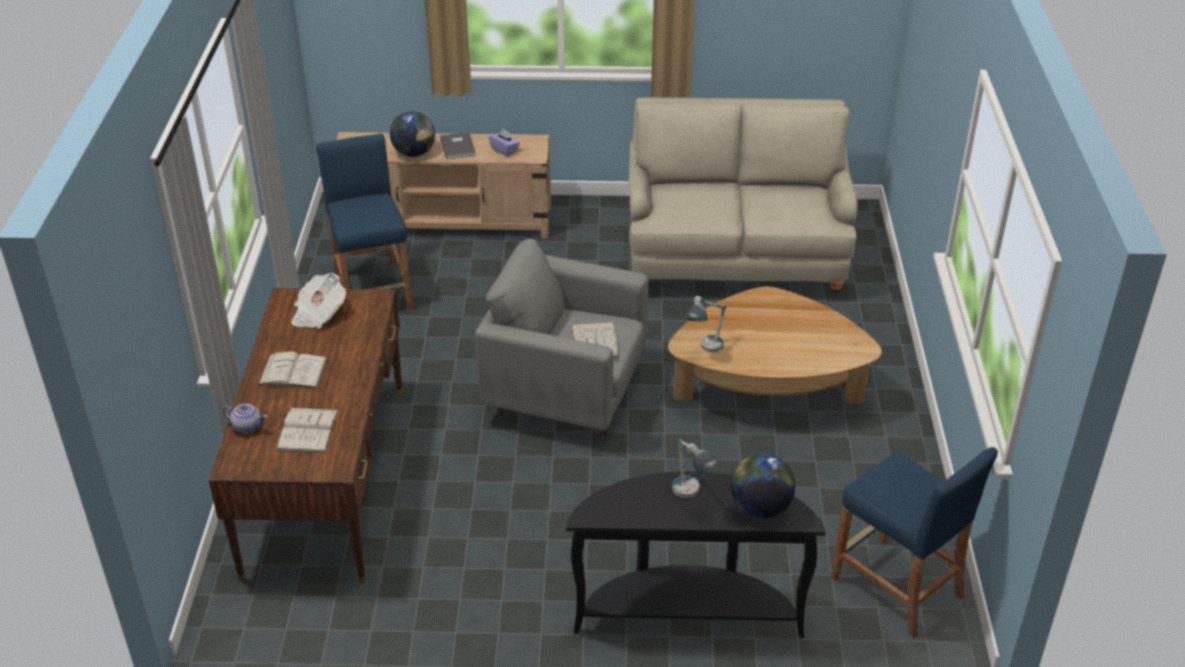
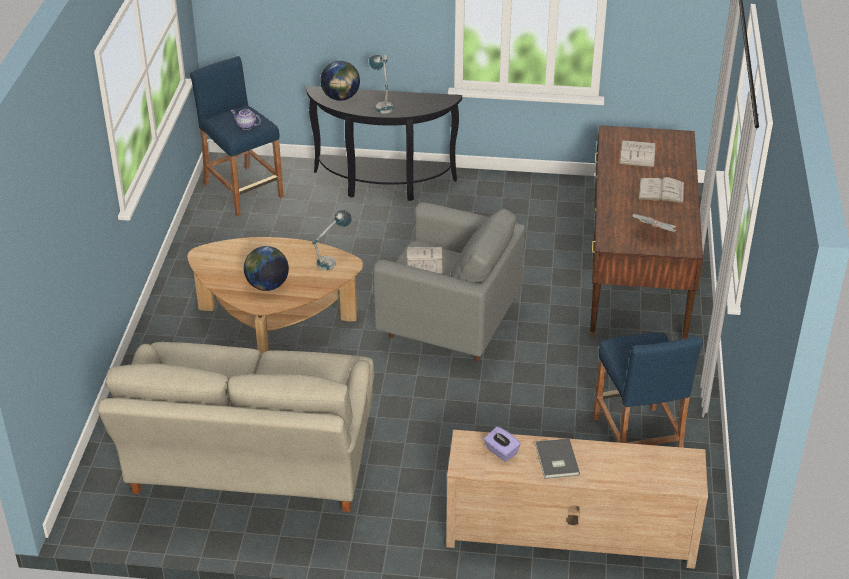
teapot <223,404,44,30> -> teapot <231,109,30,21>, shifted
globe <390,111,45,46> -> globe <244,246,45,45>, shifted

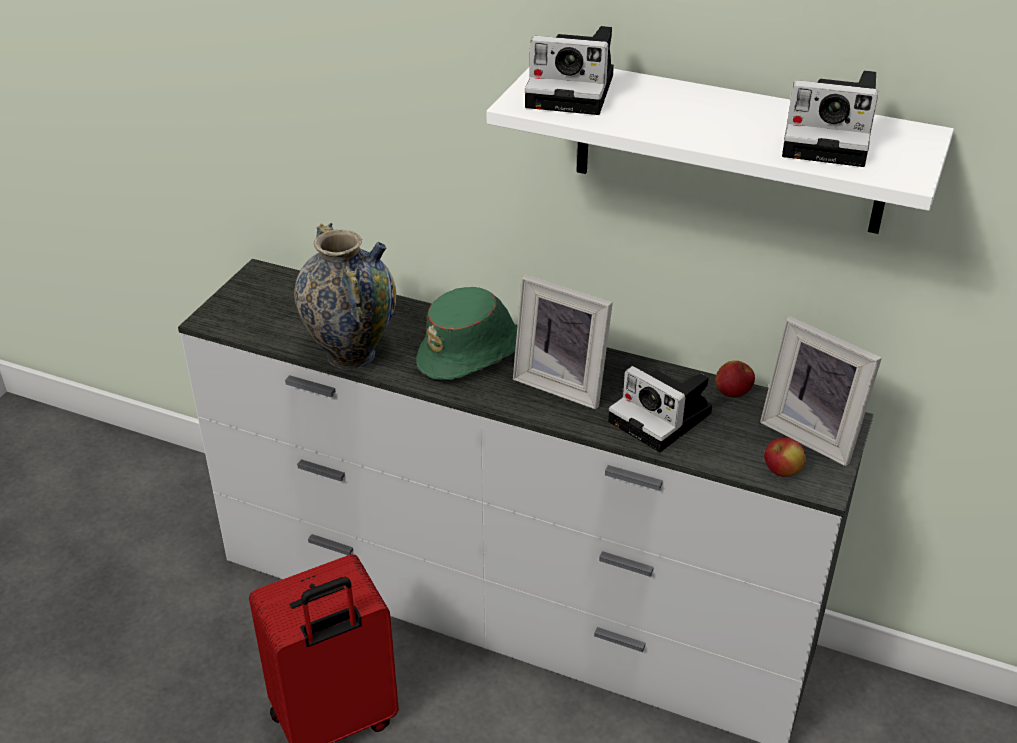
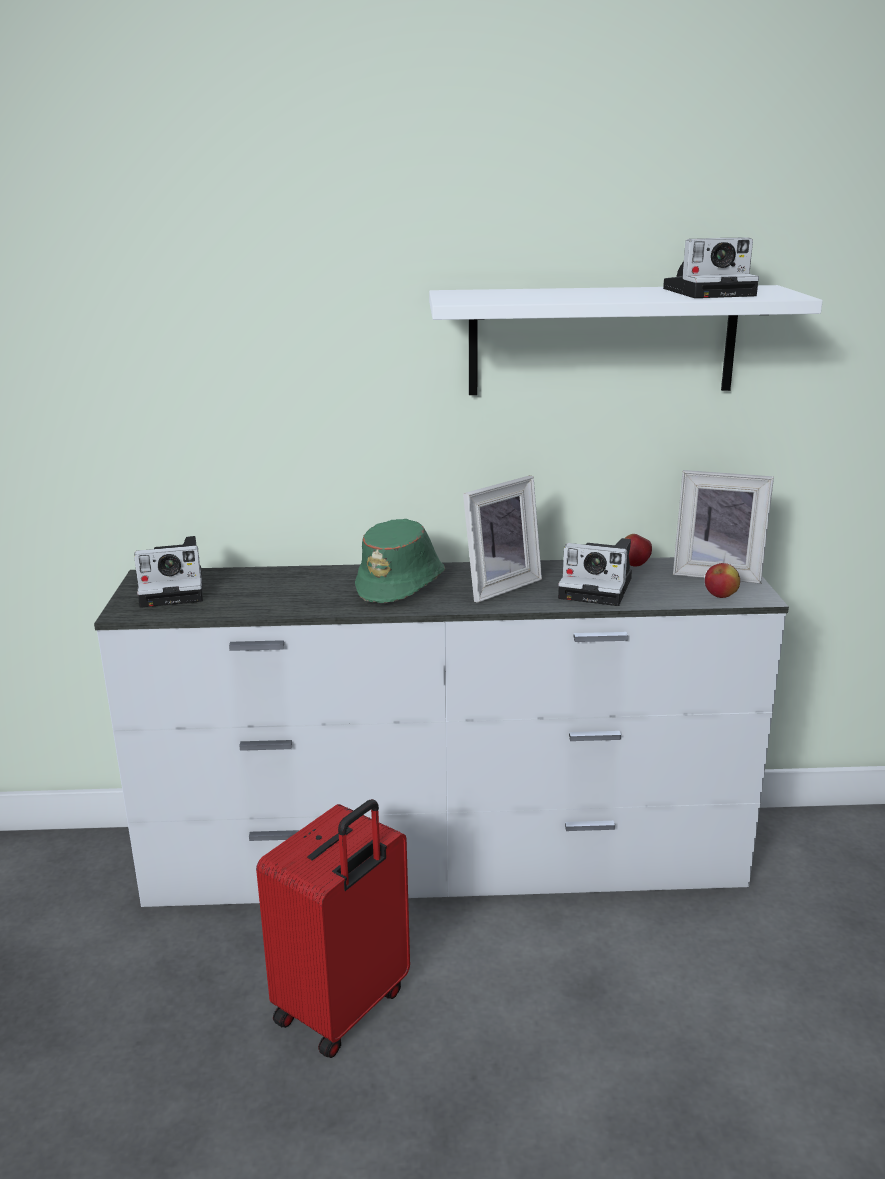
vase <294,223,102,147> -> none
picture frame <513,274,100,136> -> picture frame <463,476,79,127>, 45 degrees counterclockwise
photo camera <525,26,89,89> -> photo camera <134,536,69,72>, shifted

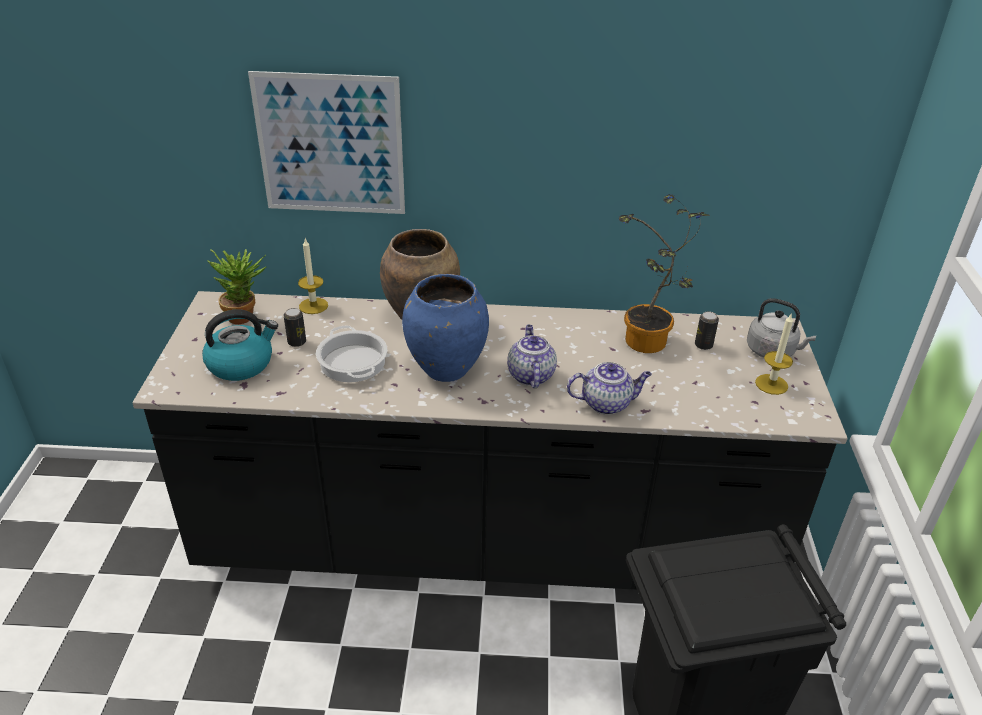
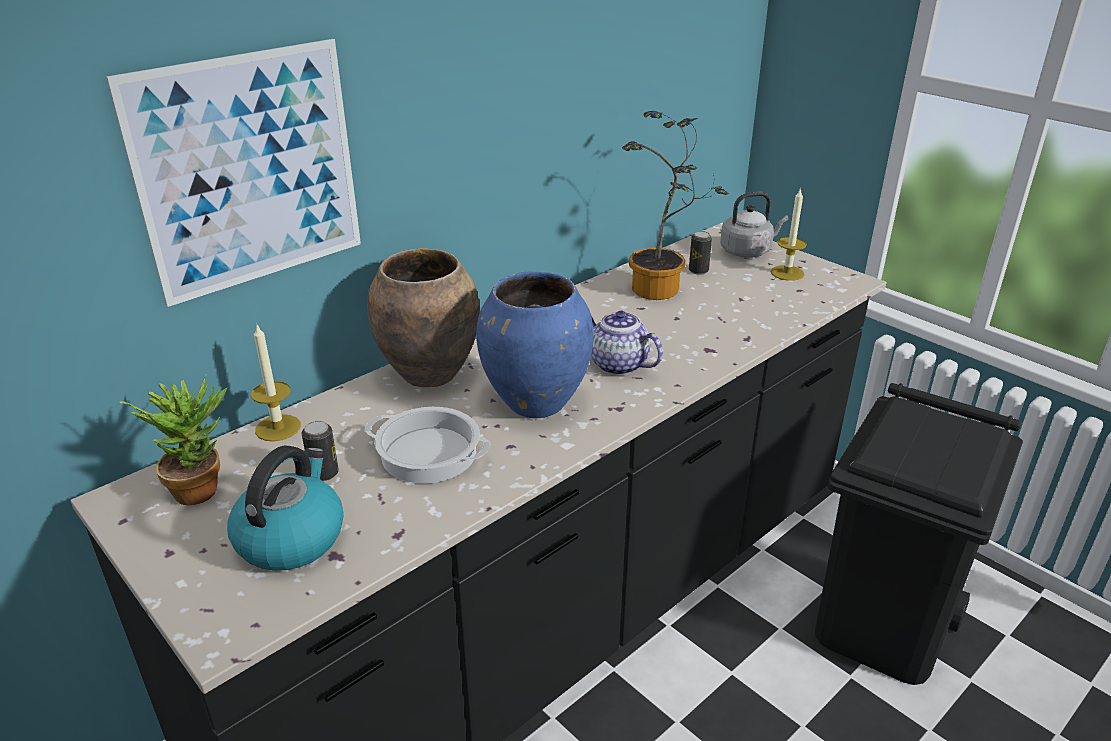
teapot <567,362,85,53> -> none

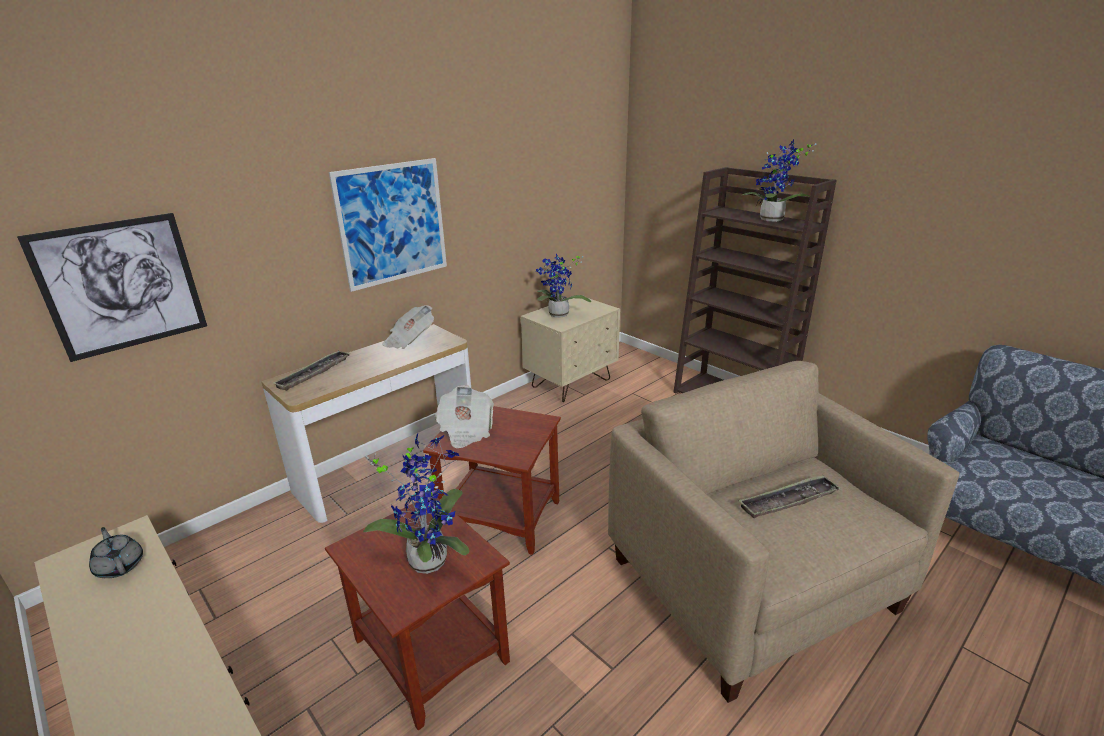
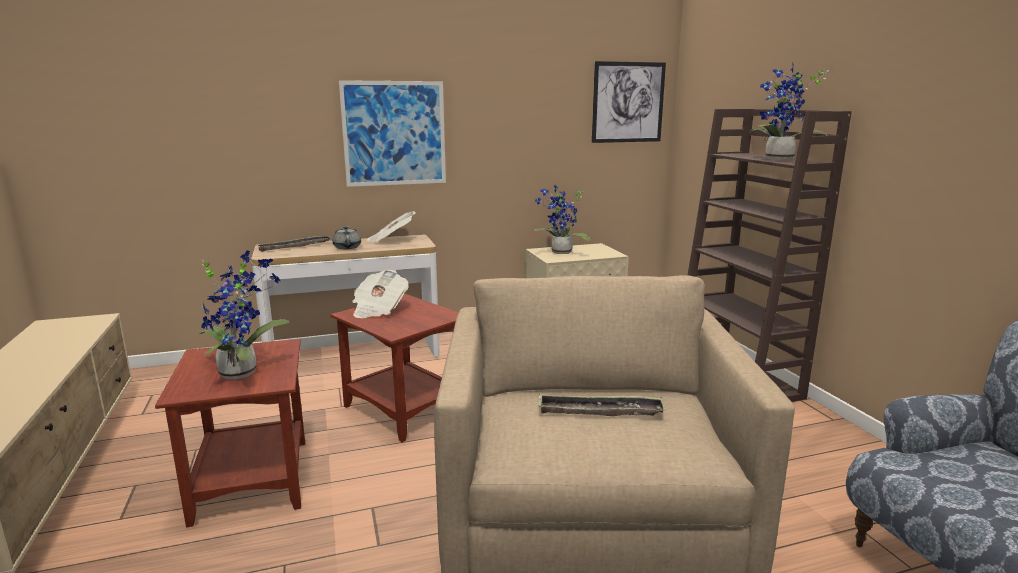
picture <17,213,190,149> -> picture <592,61,74,82>, shifted
grey teapot <89,527,54,51> -> grey teapot <333,226,28,23>, shifted

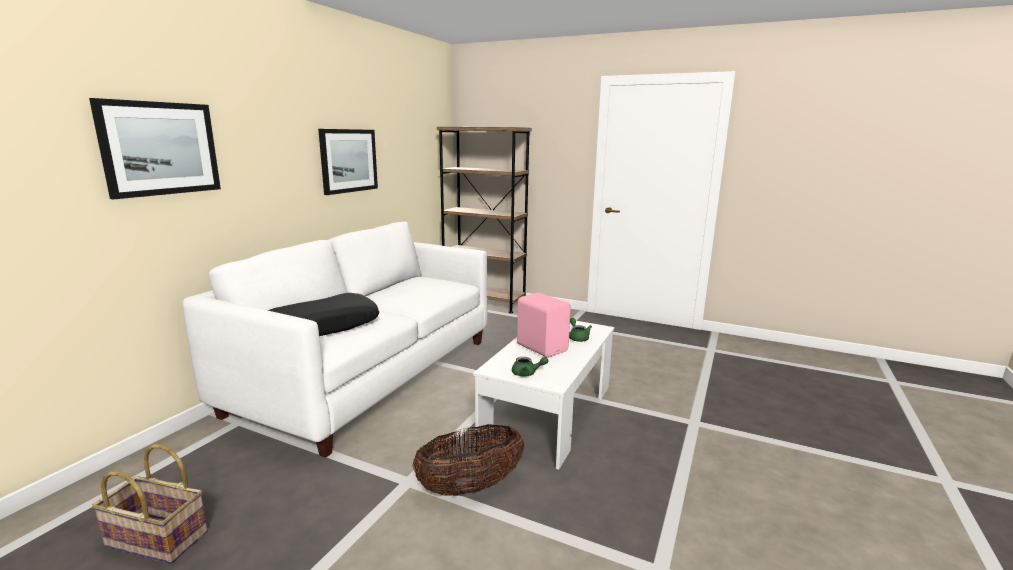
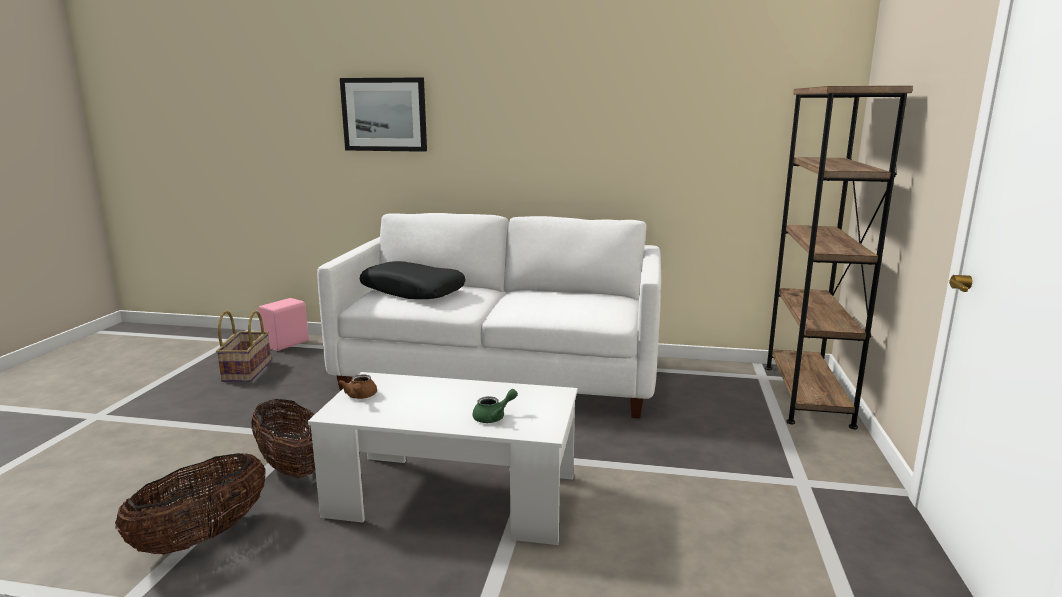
picture <318,129,60,66> -> none
green teapot <512,357,37,20> -> brown teapot <339,374,38,25>
pink speaker <517,293,54,65> -> pink speaker <258,298,51,53>, shifted
none -> basket <115,453,151,101>

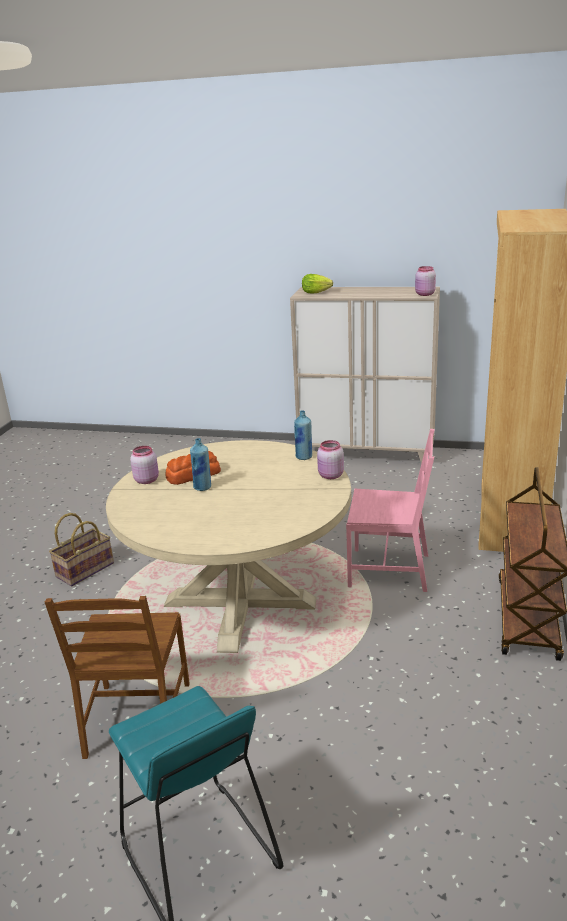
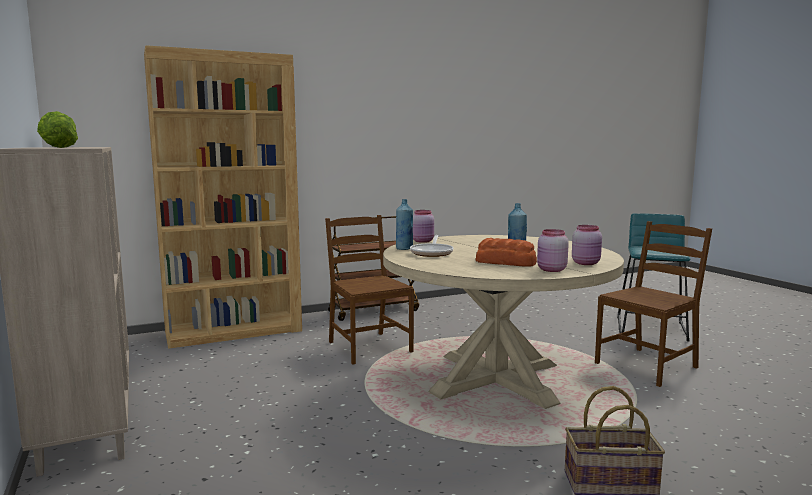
pink chair <346,429,89,163> -> brown chair <325,215,89,149>
pink jar <415,266,21,30> -> pink jar <572,225,30,40>, shifted
none -> frying pan <410,235,44,22>

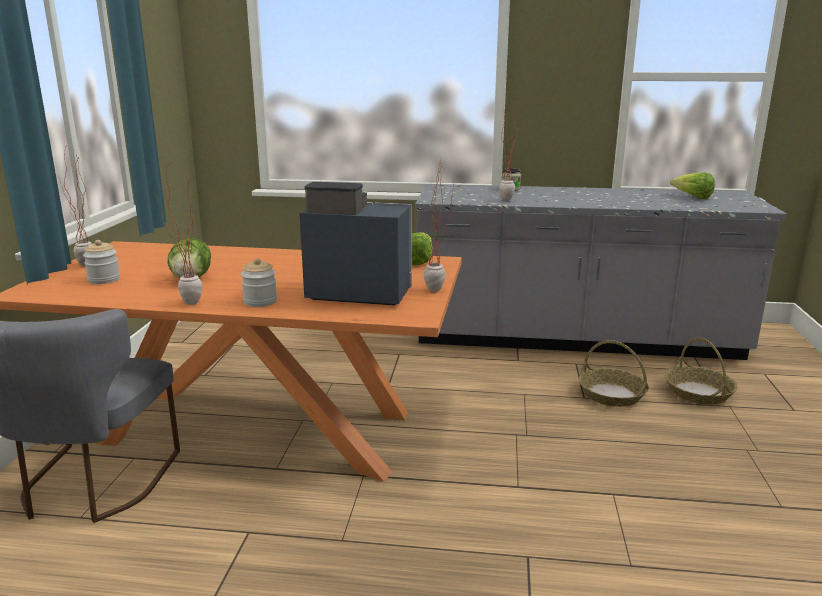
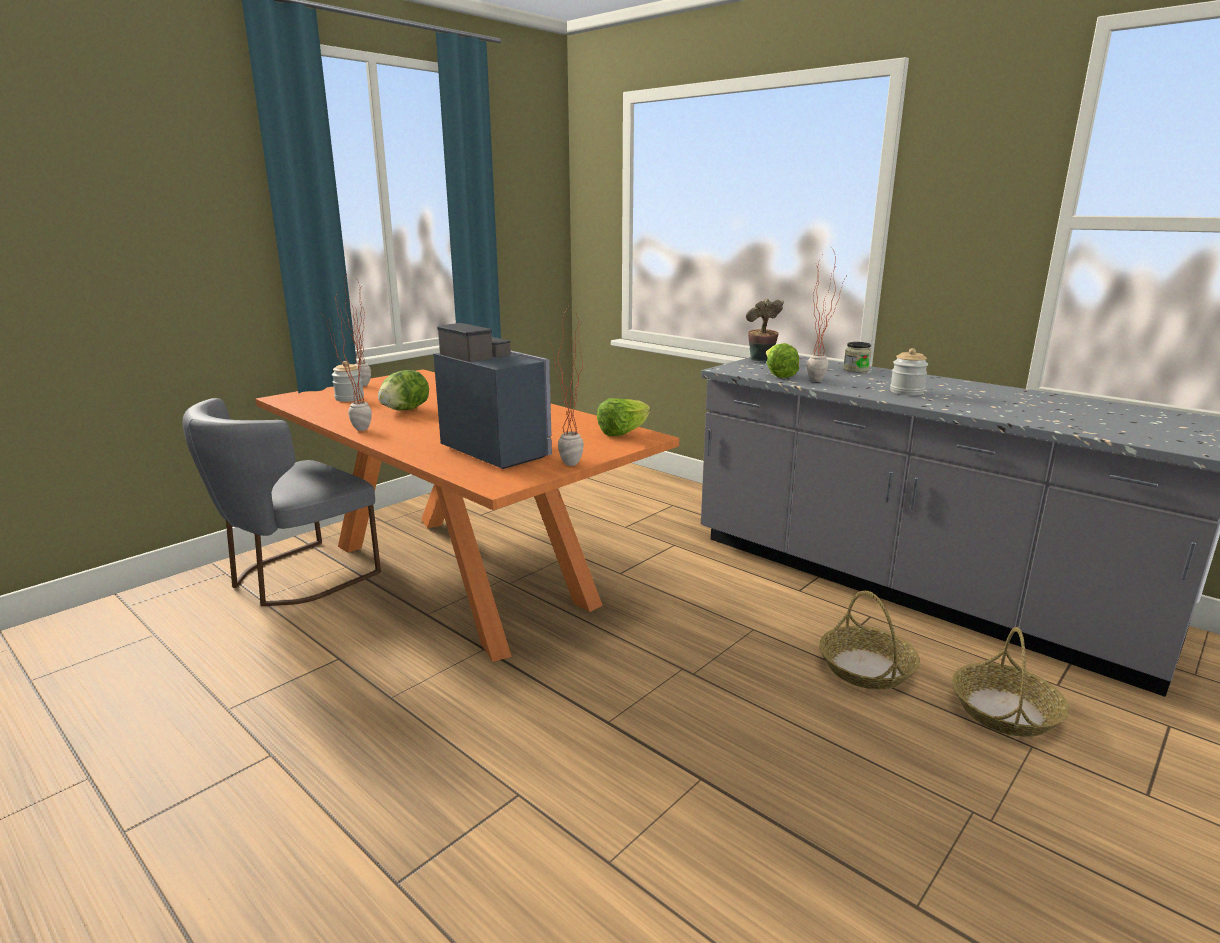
jar <241,258,36,49> -> jar <890,348,38,47>, shifted
lettuce <670,172,45,27> -> lettuce <766,343,33,35>, shifted
none -> potted plant <746,298,38,63>

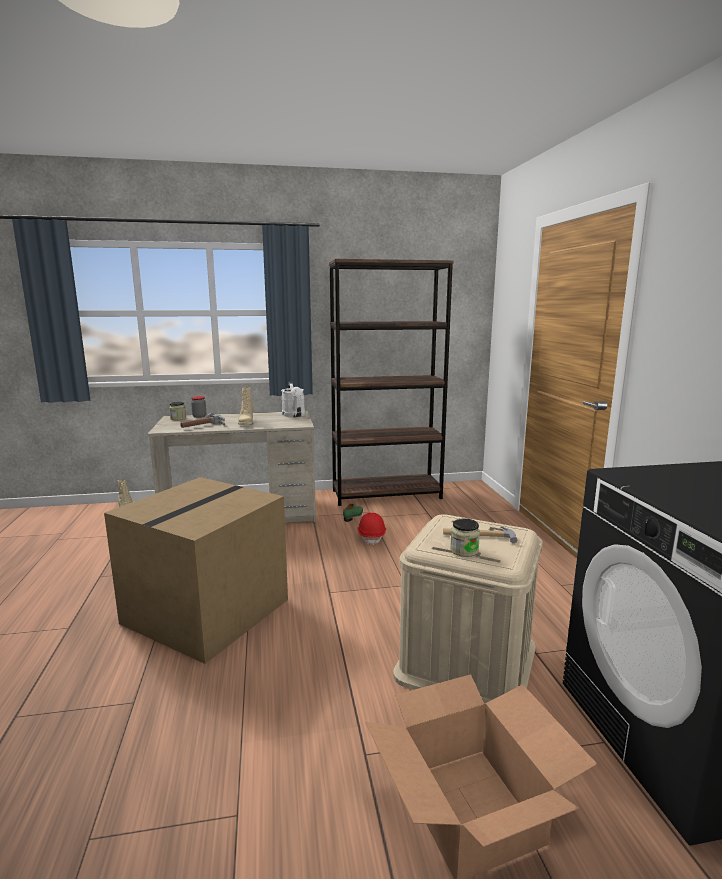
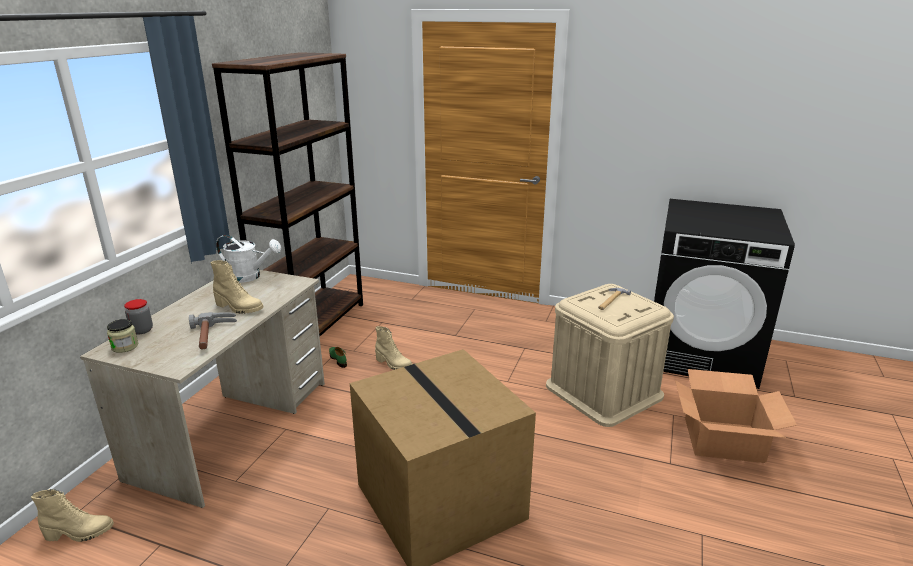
red hard hat <357,513,29,32> -> beige boot <375,326,37,44>
jar <450,518,30,39> -> none

